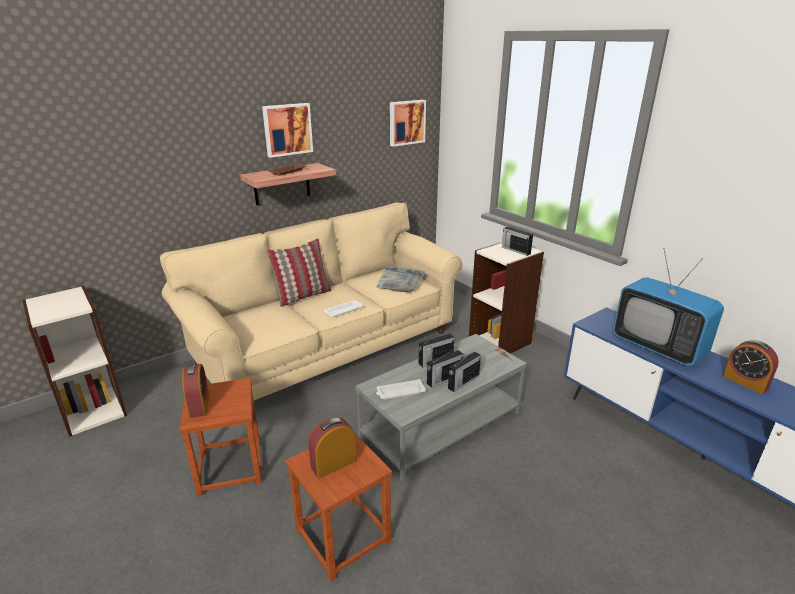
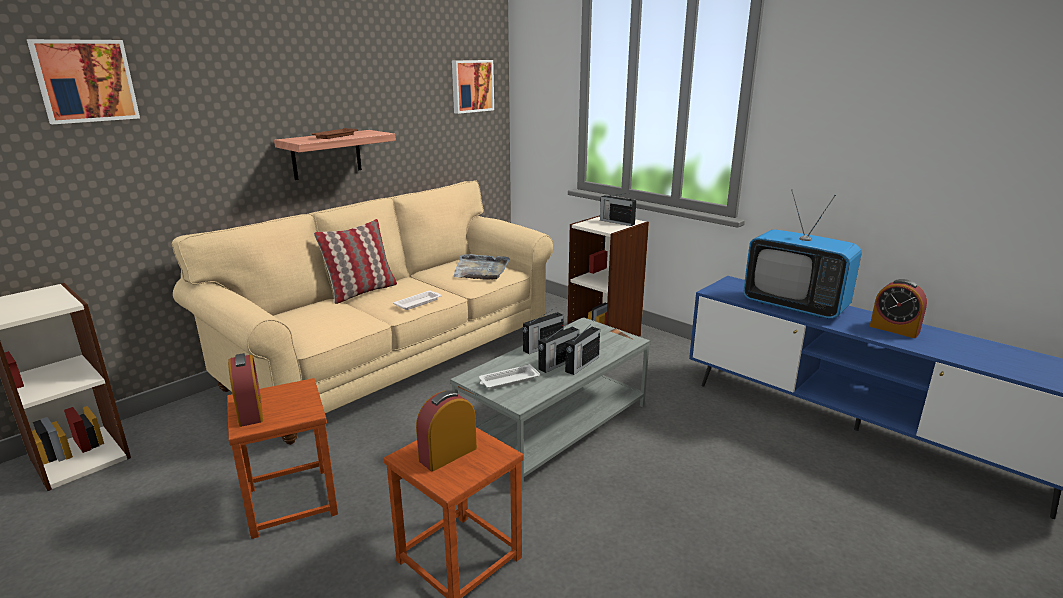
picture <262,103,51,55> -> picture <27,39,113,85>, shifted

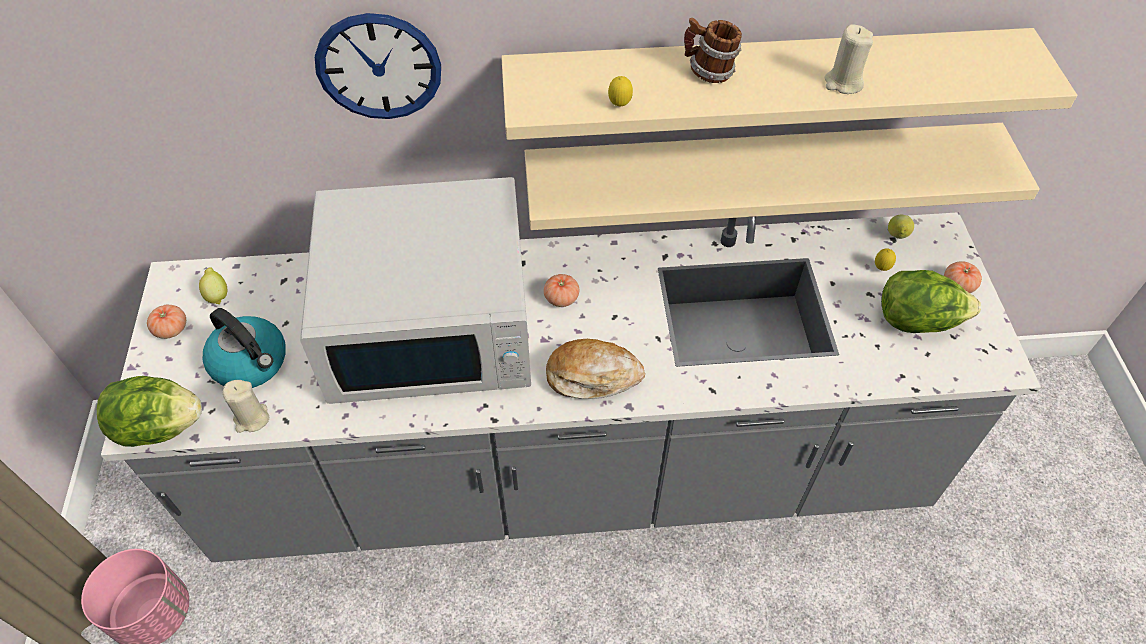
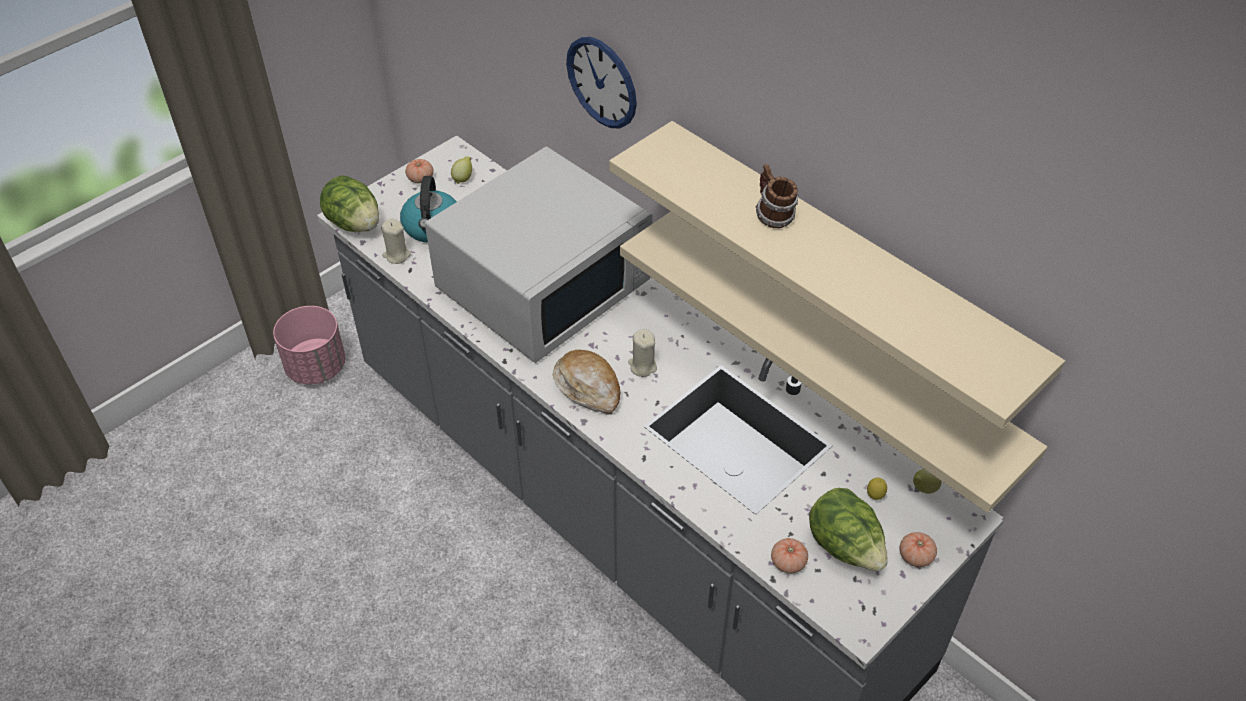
white microwave <300,177,231,227> -> white microwave <425,146,227,217>, 90 degrees counterclockwise
tomato <544,274,35,33> -> tomato <771,538,37,35>, shifted
lemon <608,76,25,30> -> none
beige candle <824,24,49,70> -> beige candle <628,329,29,48>, shifted

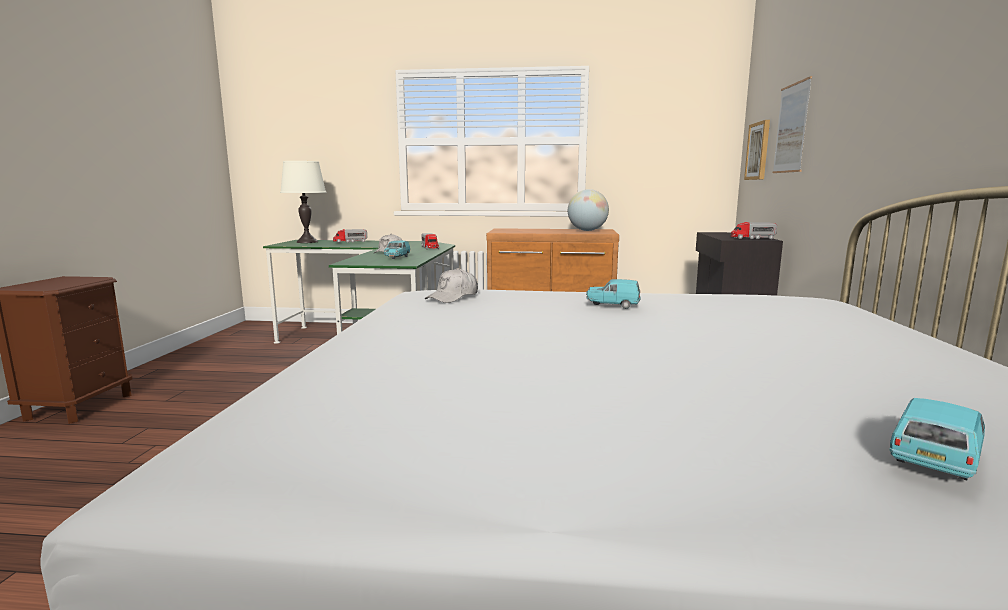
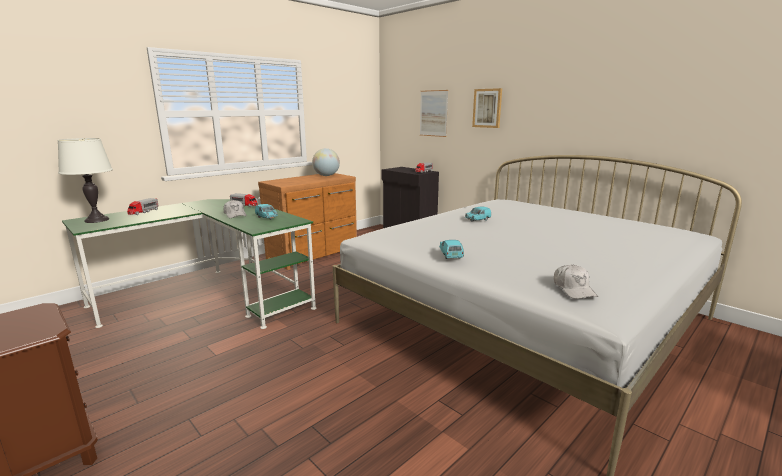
white cap <425,268,53,35> -> white cap <554,264,44,35>, shifted
picture <744,120,26,60> -> picture <472,88,30,40>, shifted
turquoise toy car <889,398,96,82> -> turquoise toy car <439,240,25,19>, shifted

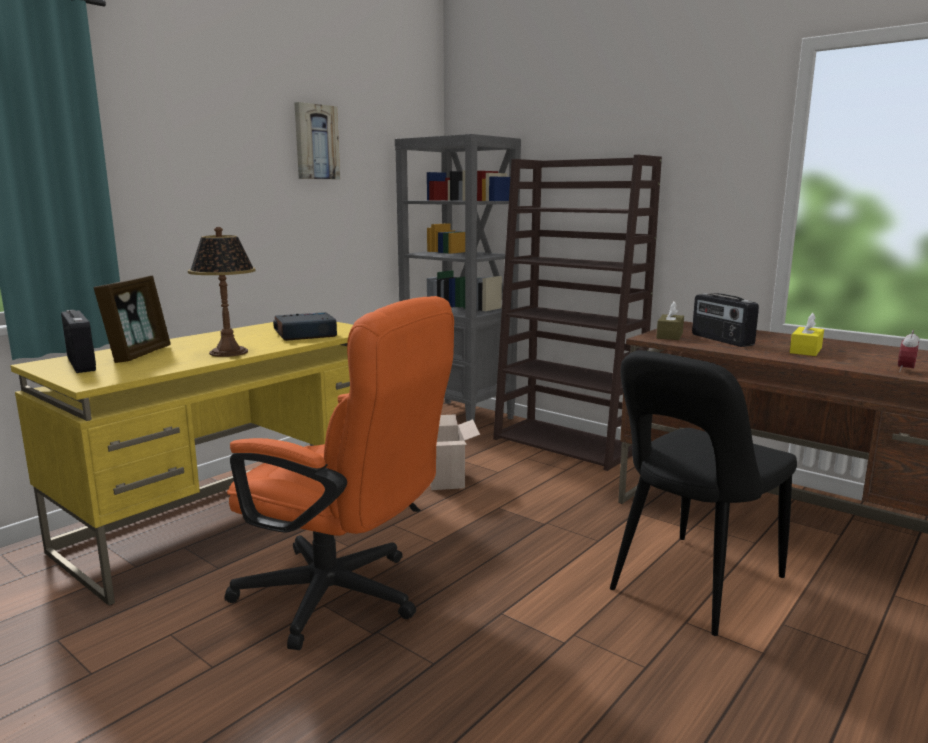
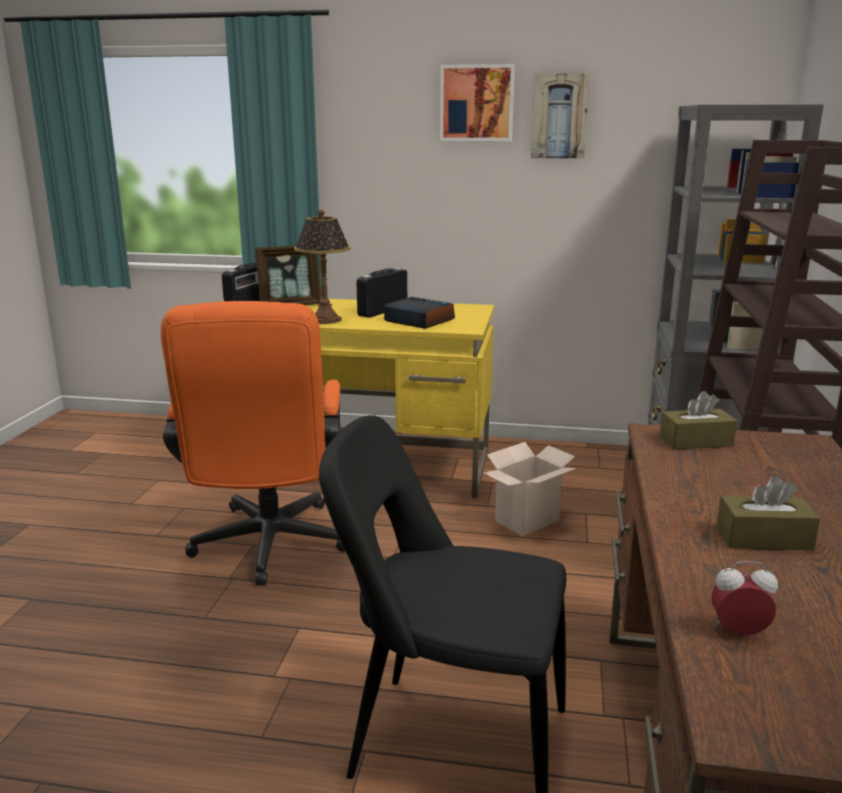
radio <692,293,67,54> -> radio <357,268,50,50>, shifted
yellow tissue box <790,313,34,43> -> brown tissue box <716,476,104,74>
none -> picture <440,64,75,77>

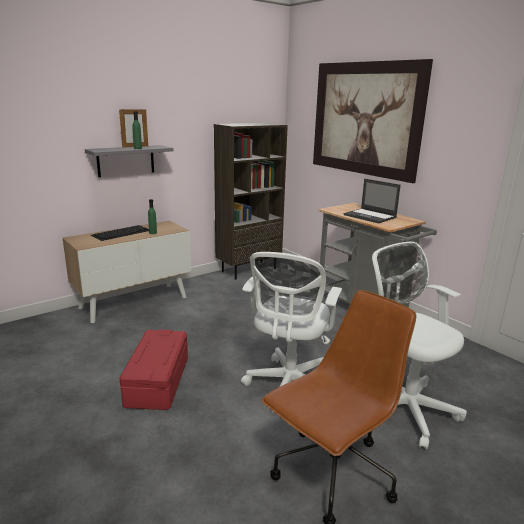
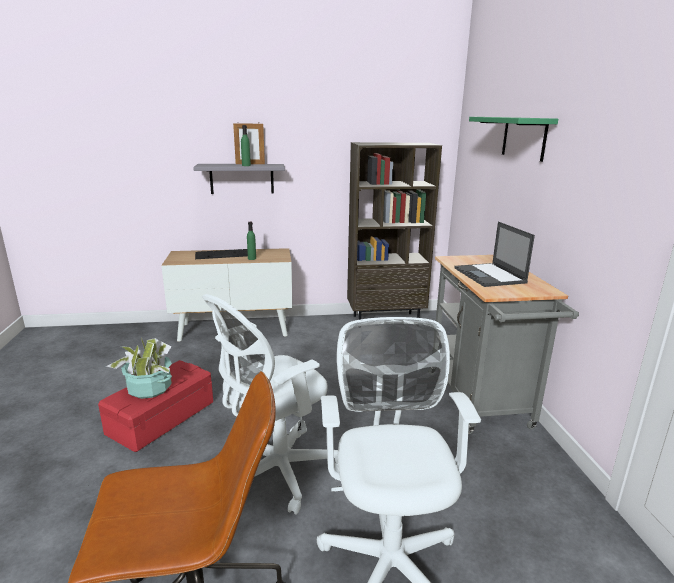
picture <313,59,120,124> -> green shelf <469,117,89,45>
none -> potted plant <106,337,66,62>

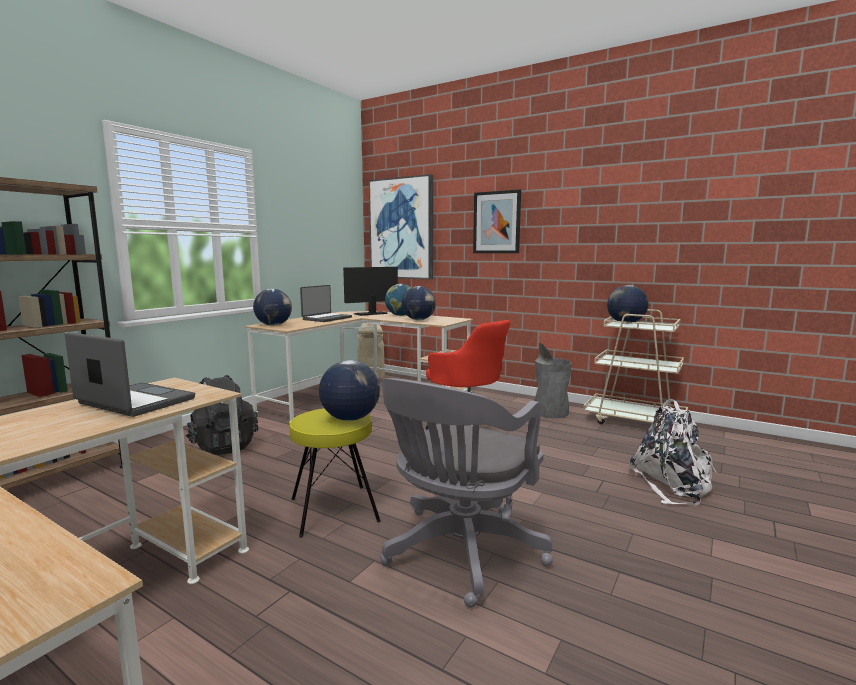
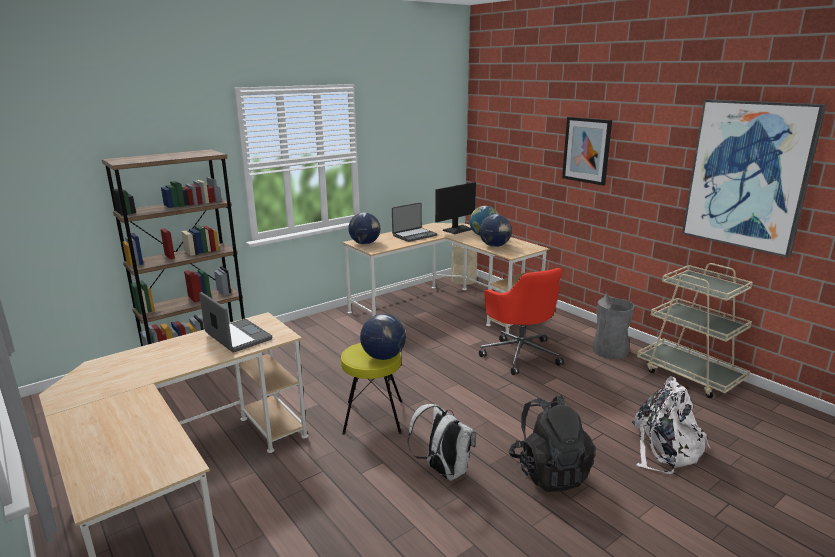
black backpack <186,375,72,80> -> black backpack <509,395,86,97>, shifted
monitor <343,267,55,49> -> monitor <435,182,41,52>, 150 degrees clockwise
picture <369,174,64,105> -> picture <682,99,145,159>, shifted
grey office chair <380,378,173,230> -> white backpack <408,404,68,77>
globe <607,285,41,39> -> none

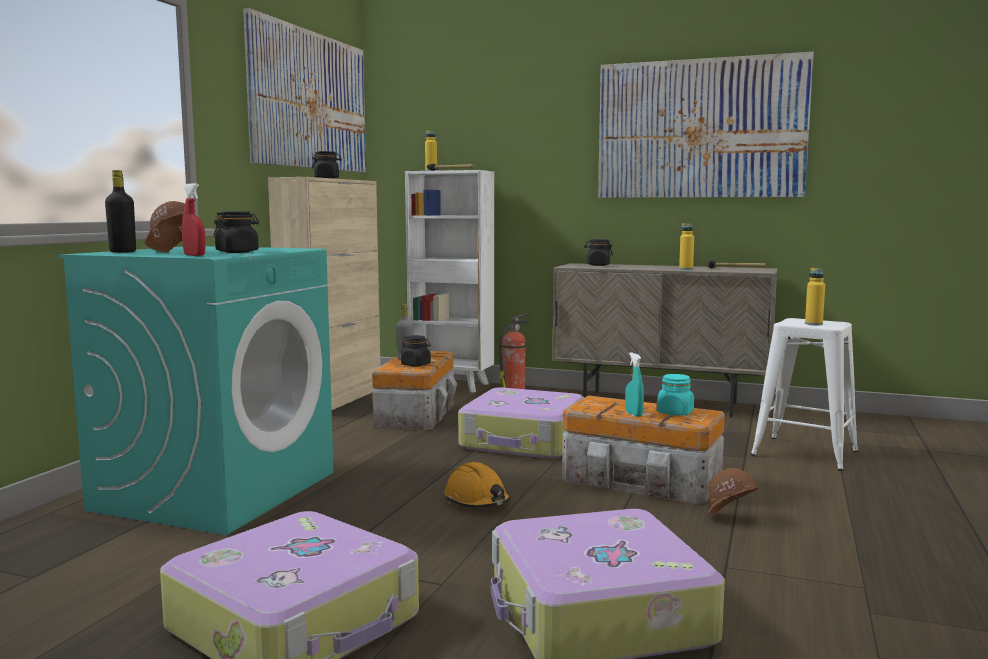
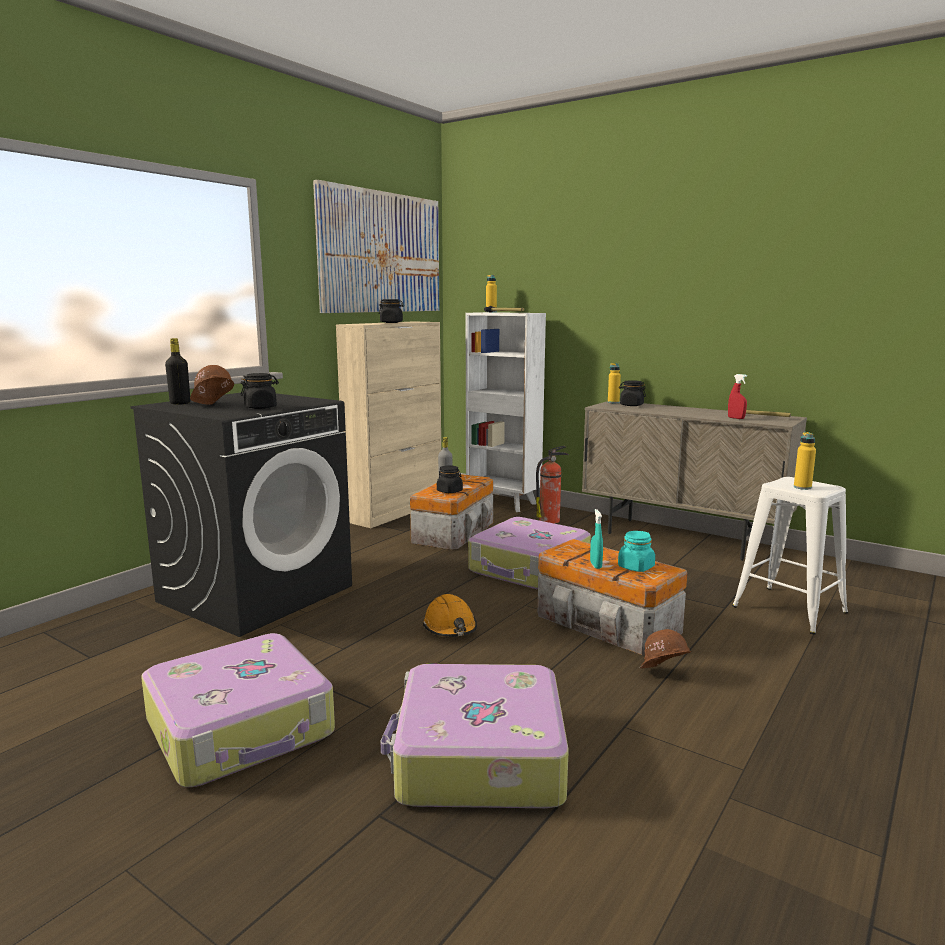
turquoise washing machine <59,246,275,289> -> black washing machine <130,392,222,245>
red spray bottle <182,183,23,73> -> red spray bottle <728,374,19,45>, shifted
picture <598,52,216,146> -> none
yellow bottle <679,223,15,47> -> yellow bottle <608,363,13,40>, shifted

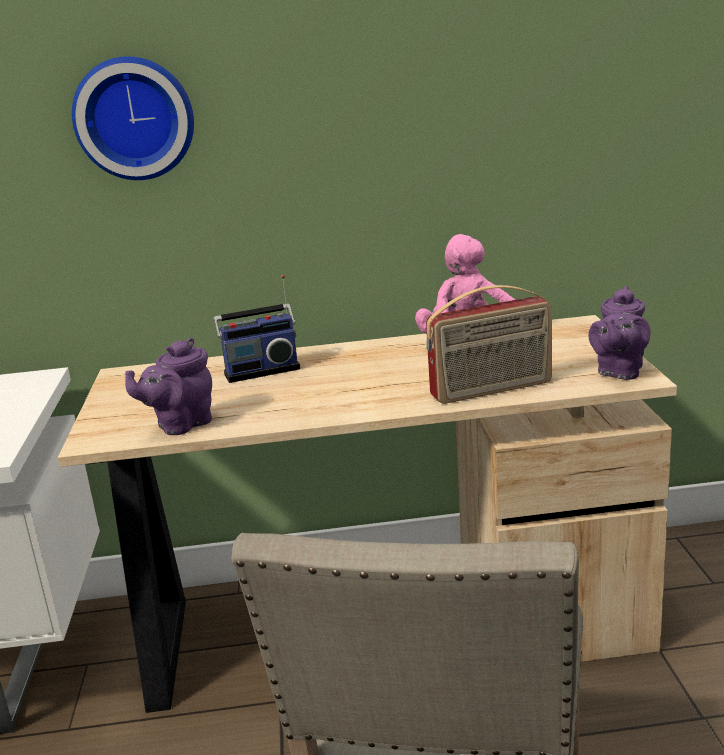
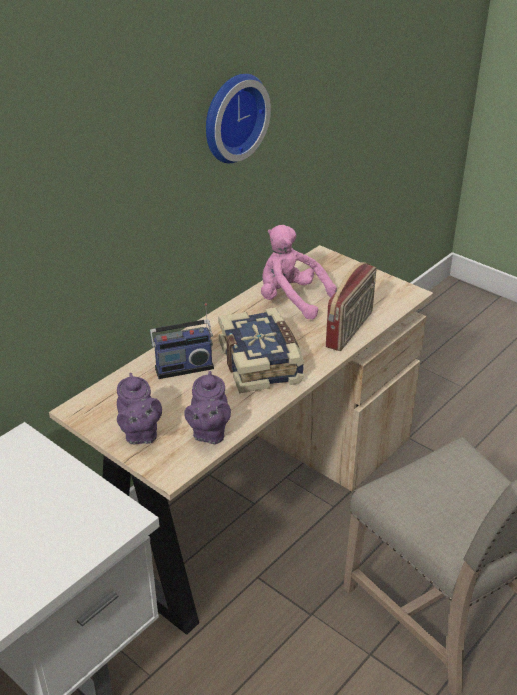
wall clock <72,56,122,124> -> wall clock <206,74,65,89>, shifted
radio <214,275,86,108> -> radio <150,303,64,76>, 45 degrees clockwise
purple teapot <589,286,62,94> -> purple teapot <117,373,45,71>, shifted
none -> book <218,307,87,86>

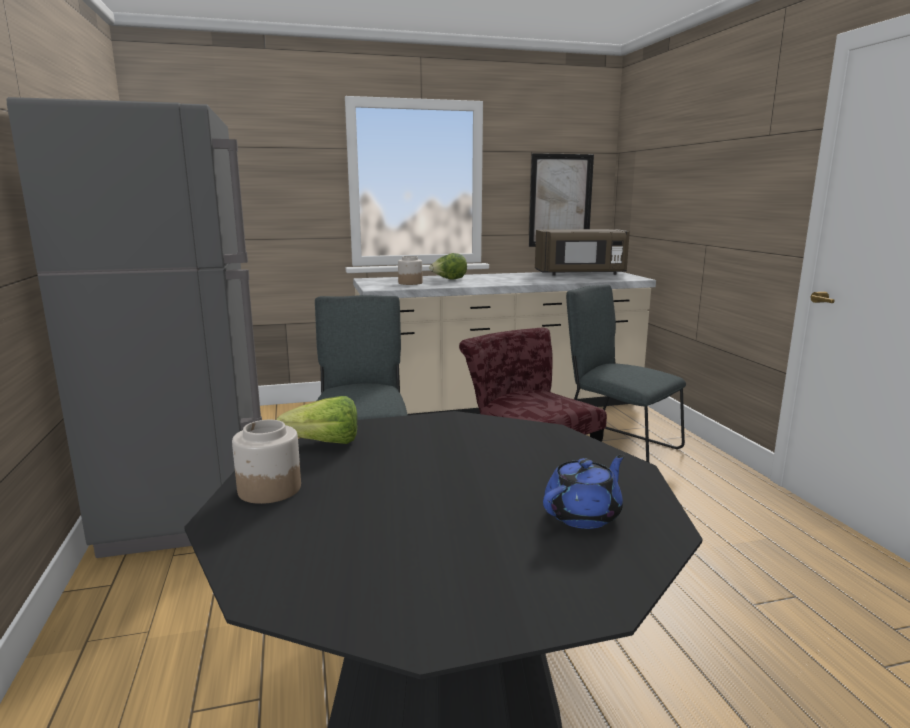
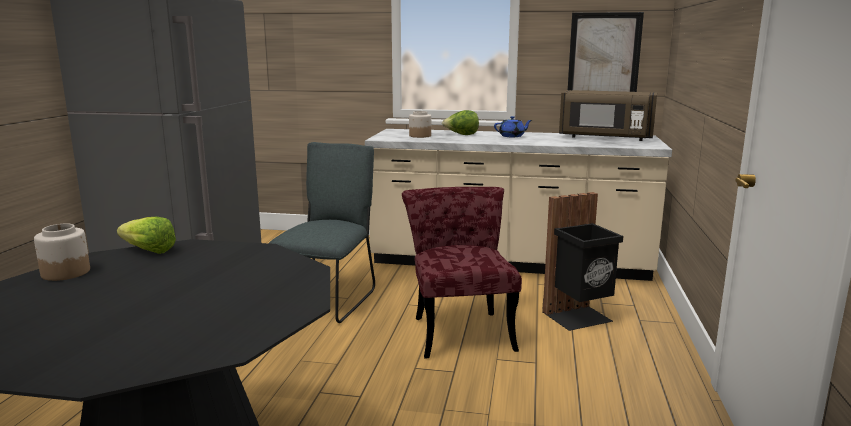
blue teapot <543,454,82,75> -> blue teapot <494,116,38,21>, shifted
grey chair <566,284,120,178> -> black trash can <542,192,81,139>

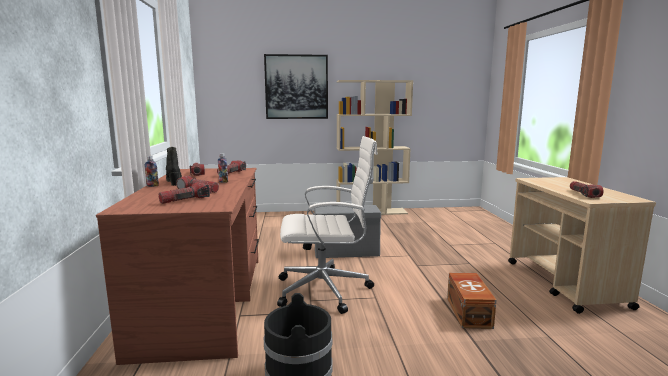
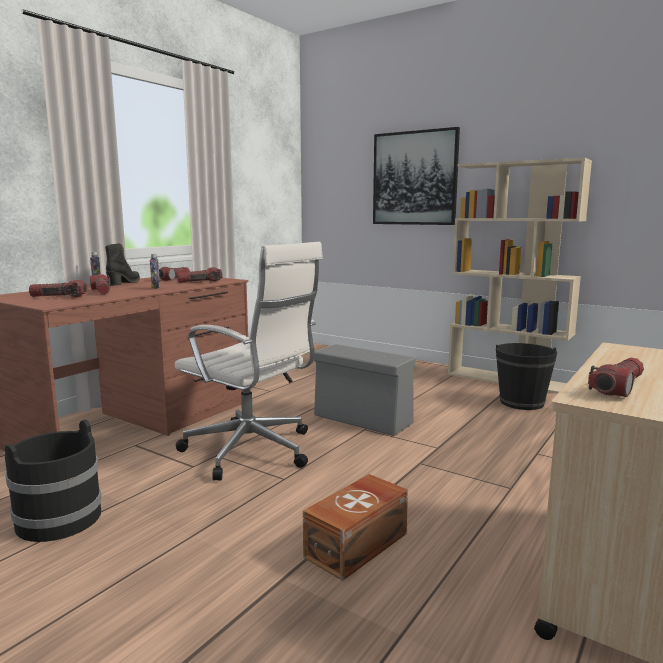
none -> black bucket <496,343,61,67>

